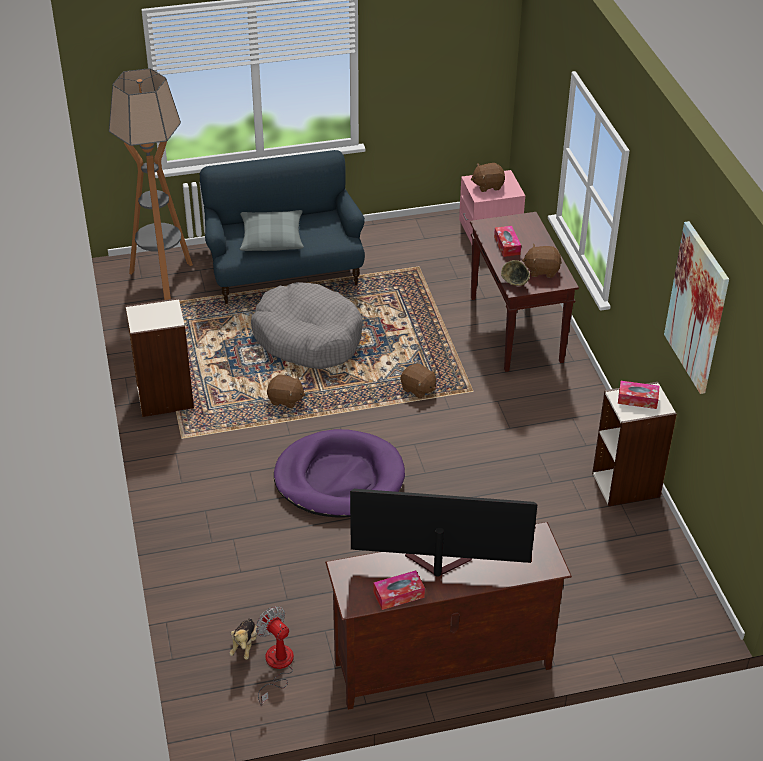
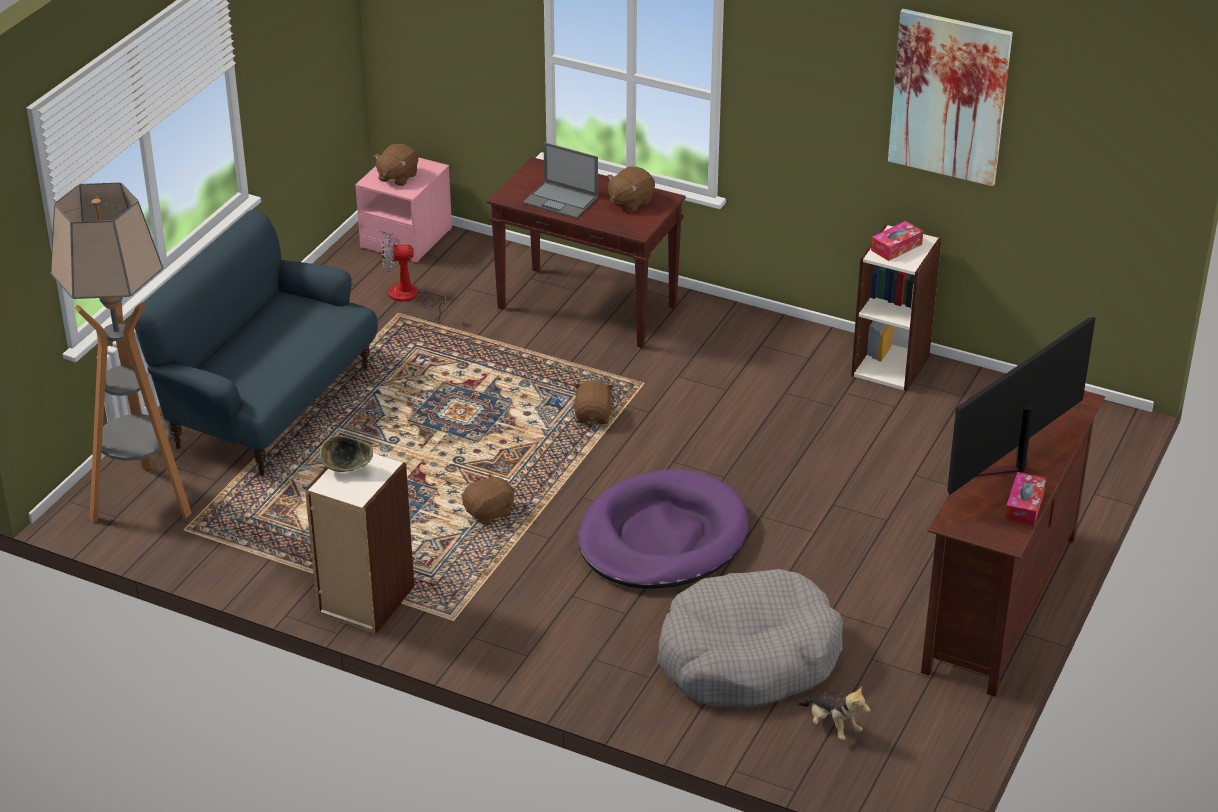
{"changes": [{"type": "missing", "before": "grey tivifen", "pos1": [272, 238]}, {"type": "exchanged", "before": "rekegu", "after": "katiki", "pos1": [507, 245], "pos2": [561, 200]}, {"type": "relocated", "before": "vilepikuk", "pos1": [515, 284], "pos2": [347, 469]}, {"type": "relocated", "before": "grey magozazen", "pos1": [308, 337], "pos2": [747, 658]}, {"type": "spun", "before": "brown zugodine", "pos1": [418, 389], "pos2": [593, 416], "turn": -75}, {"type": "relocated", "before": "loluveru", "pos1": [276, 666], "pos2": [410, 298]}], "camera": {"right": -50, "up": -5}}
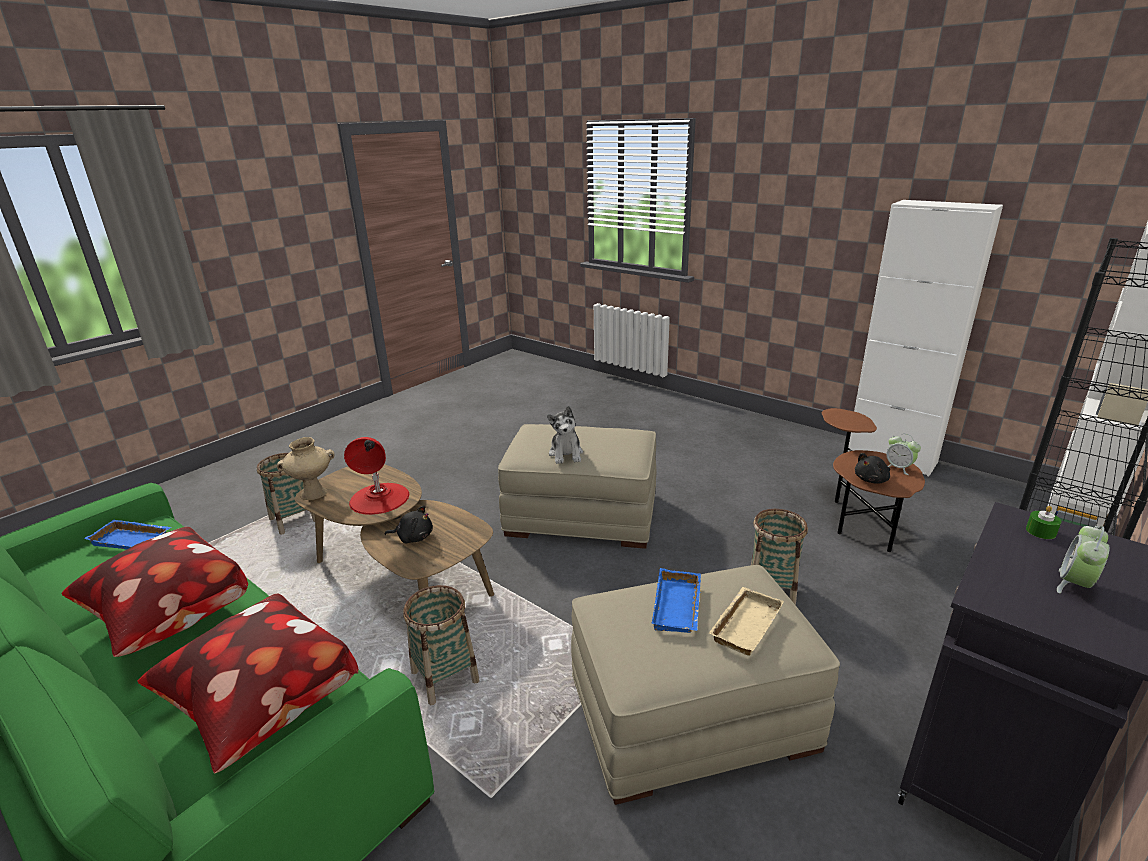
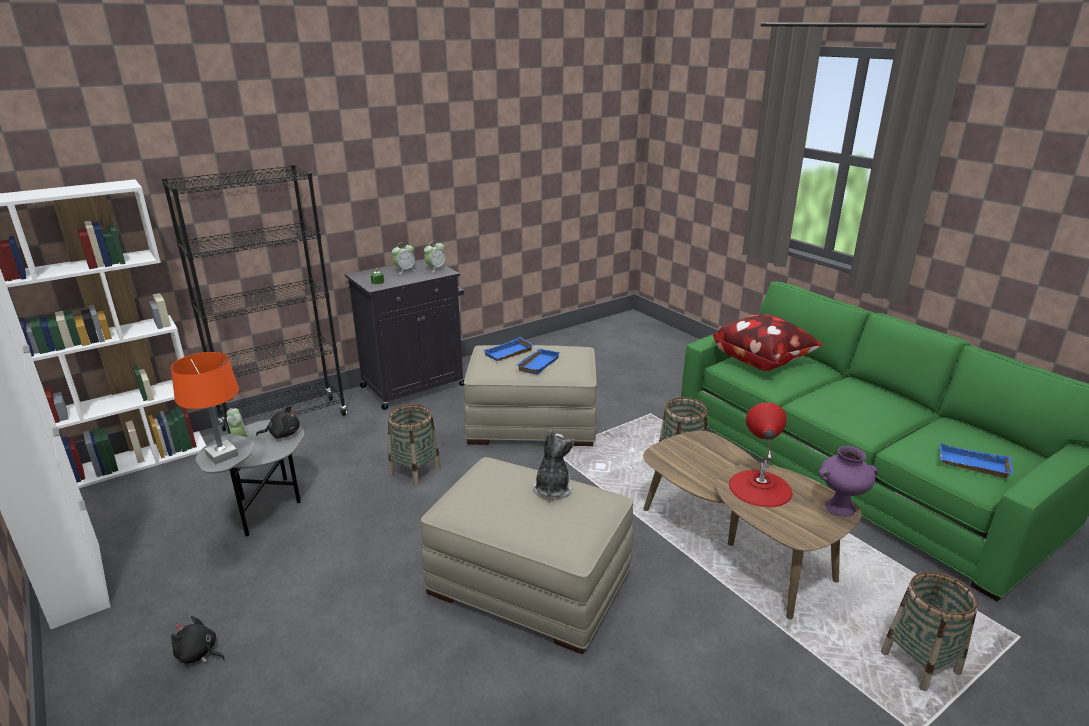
{"changes": [{"type": "colour", "before": "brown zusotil", "after": "grey zusotil", "pos1": [857, 522], "pos2": [265, 509]}, {"type": "colour", "before": "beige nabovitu", "after": "purple nabovitu", "pos1": [313, 494], "pos2": [840, 507]}, {"type": "relocated", "before": "black zugodine", "pos1": [413, 537], "pos2": [199, 654]}, {"type": "missing", "before": "tivifen", "pos1": [169, 620]}, {"type": "colour", "before": "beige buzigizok", "after": "blue buzigizok", "pos1": [744, 624], "pos2": [509, 354]}, {"type": "appeared", "after": "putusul", "pos2": [436, 268]}, {"type": "appeared", "after": "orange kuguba", "pos2": [222, 455]}], "camera": {"right": -165, "up": 0}}
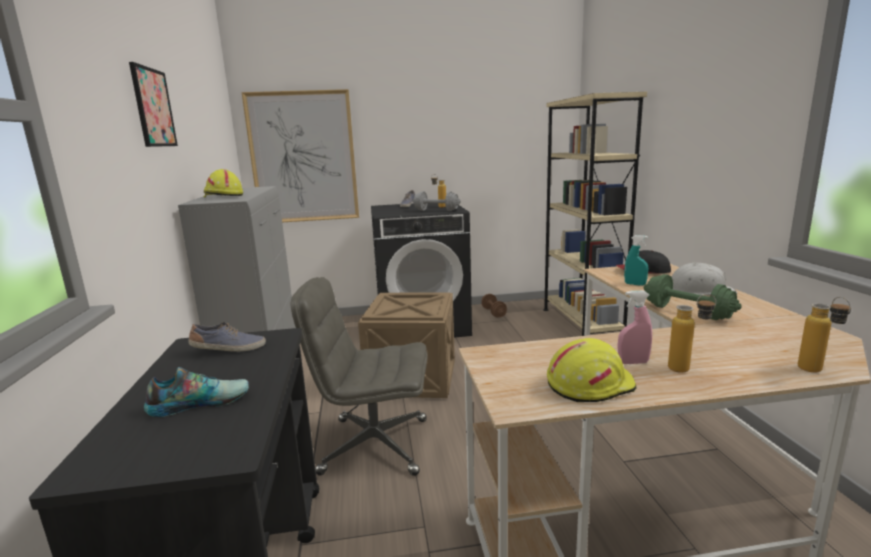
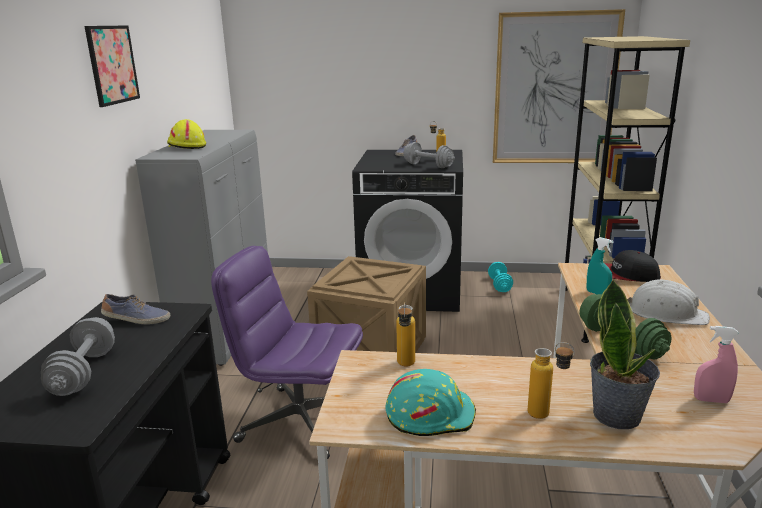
{"changes": [{"type": "relocated", "before": "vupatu", "pos1": [303, 157], "pos2": [554, 89]}, {"type": "colour", "before": "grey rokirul", "after": "purple rokirul", "pos1": [373, 446], "pos2": [299, 422]}, {"type": "relocated", "before": "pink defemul", "pos1": [633, 362], "pos2": [711, 400]}, {"type": "colour", "before": "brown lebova", "after": "turquoise lebova", "pos1": [493, 313], "pos2": [499, 285]}, {"type": "relocated", "before": "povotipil", "pos1": [817, 372], "pos2": [405, 366]}, {"type": "colour", "before": "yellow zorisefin", "after": "turquoise zorisefin", "pos1": [589, 384], "pos2": [430, 415]}, {"type": "exchanged", "before": "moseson", "after": "grey lebova", "pos1": [200, 402], "pos2": [84, 372]}, {"type": "appeared", "after": "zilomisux", "pos2": [617, 415]}], "camera": {"right": 15, "up": 5}}
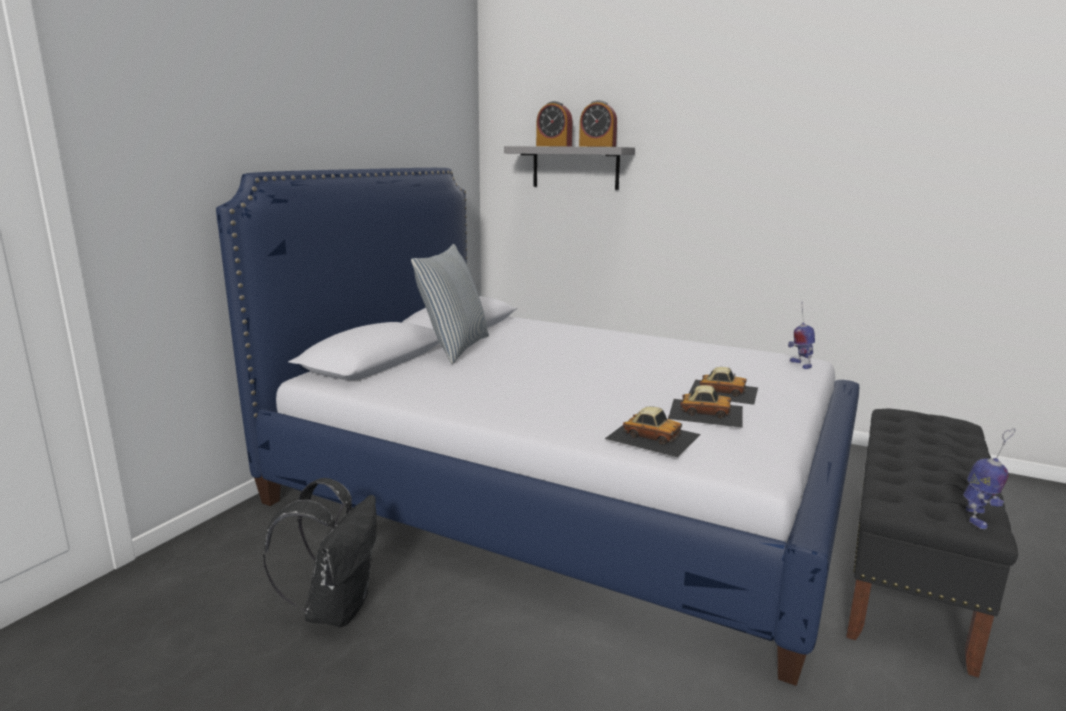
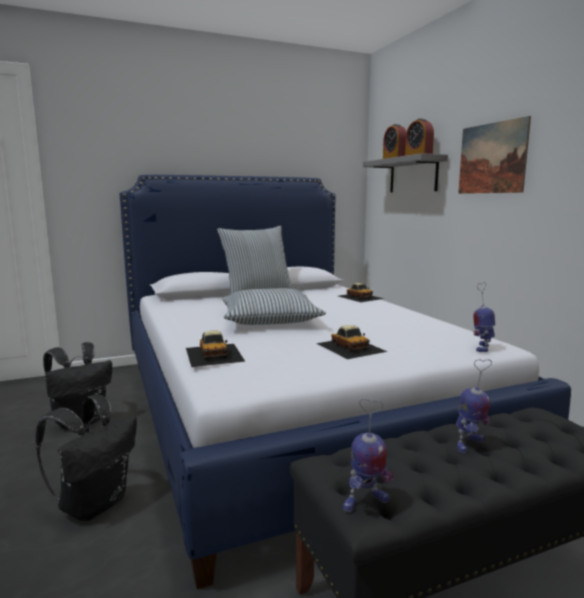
{"changes": [{"type": "relocated", "before": "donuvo", "pos1": [705, 412], "pos2": [360, 297]}, {"type": "appeared", "after": "vupatu", "pos2": [492, 158]}, {"type": "appeared", "after": "tivifen", "pos2": [269, 320]}, {"type": "appeared", "after": "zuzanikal", "pos2": [469, 445]}, {"type": "appeared", "after": "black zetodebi", "pos2": [94, 504]}], "camera": {"right": 40, "up": -5}}
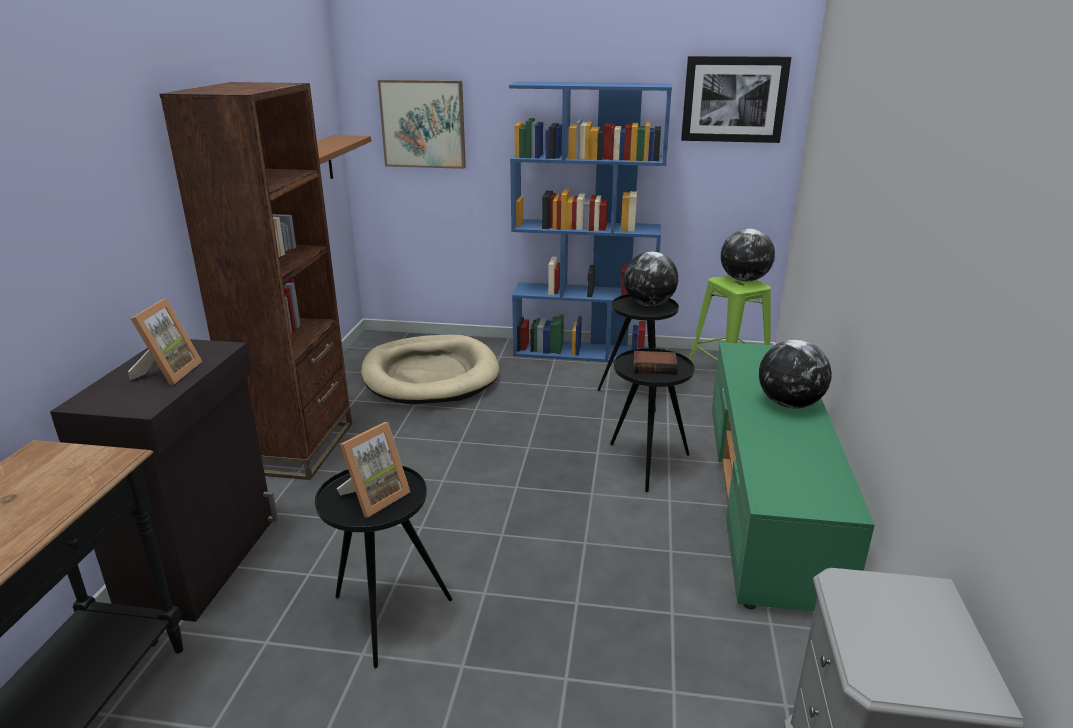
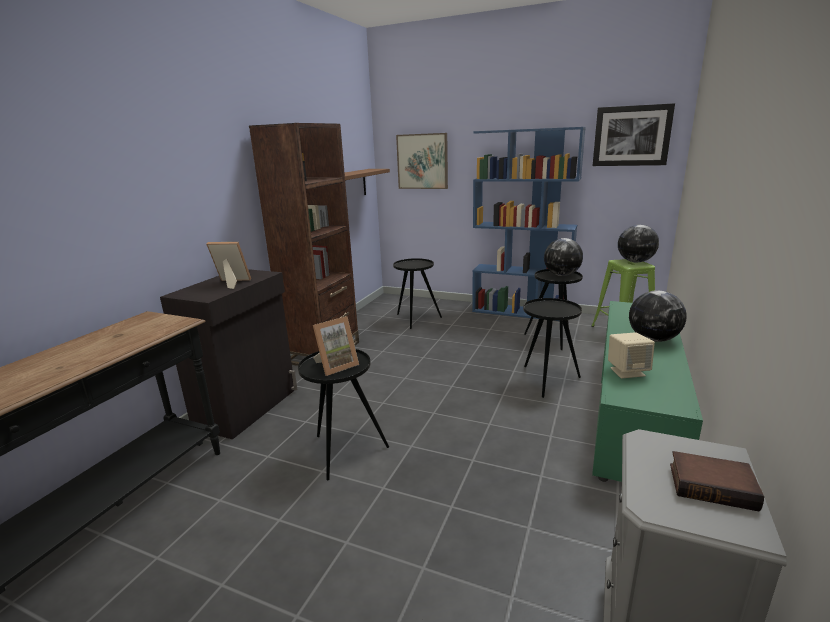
{"changes": [{"type": "spun", "before": "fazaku", "pos1": [168, 373], "pos2": [231, 283], "turn": -105}, {"type": "exchanged", "before": "beige magozazen", "after": "black zusotil", "pos1": [430, 375], "pos2": [415, 319]}, {"type": "relocated", "before": "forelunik", "pos1": [655, 366], "pos2": [712, 485]}, {"type": "appeared", "after": "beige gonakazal", "pos2": [627, 371]}], "camera": {"right": 15, "up": -5}}
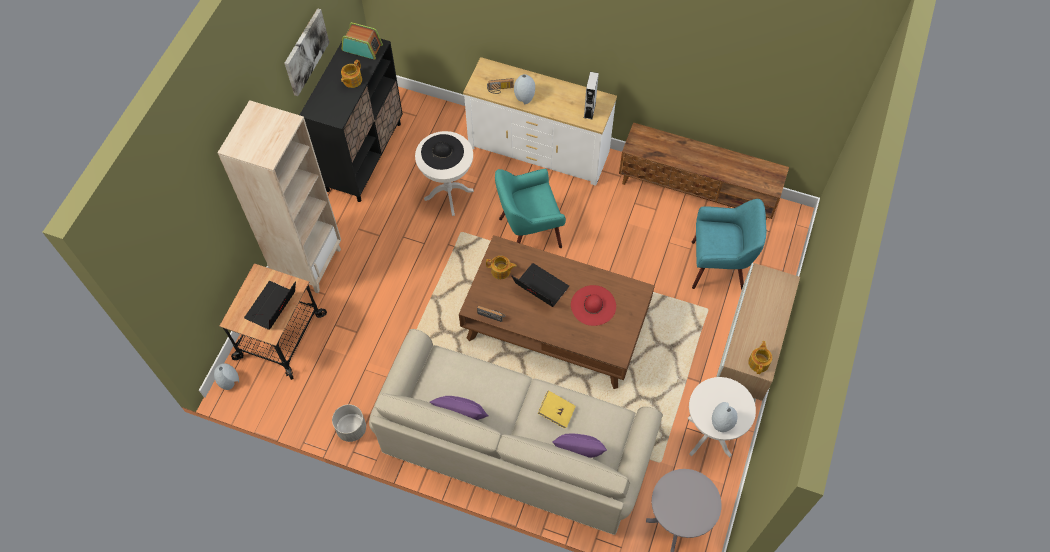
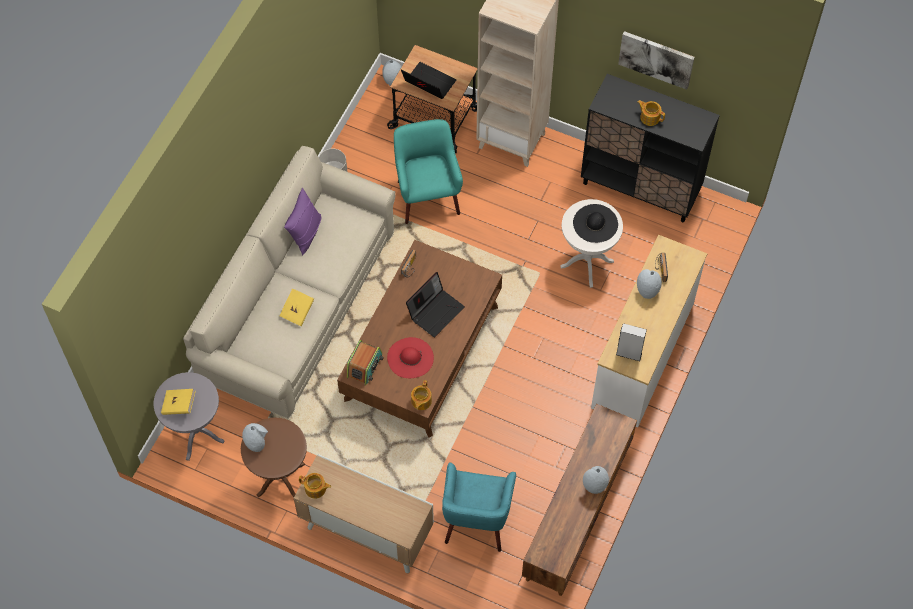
{"changes": [{"type": "relocated", "before": "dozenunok", "pos1": [362, 47], "pos2": [365, 366]}, {"type": "relocated", "before": "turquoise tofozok", "pos1": [529, 232], "pos2": [427, 196]}, {"type": "relocated", "before": "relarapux", "pos1": [501, 271], "pos2": [421, 401]}, {"type": "colour", "before": "white zusotil", "after": "brown zusotil", "pos1": [709, 436], "pos2": [281, 479]}, {"type": "missing", "before": "purple tivifen", "pos1": [578, 452]}, {"type": "appeared", "after": "yellow forelunik", "pos2": [179, 405]}, {"type": "appeared", "after": "grey nabovitu", "pos2": [594, 486]}], "camera": {"right": 95, "up": 0}}
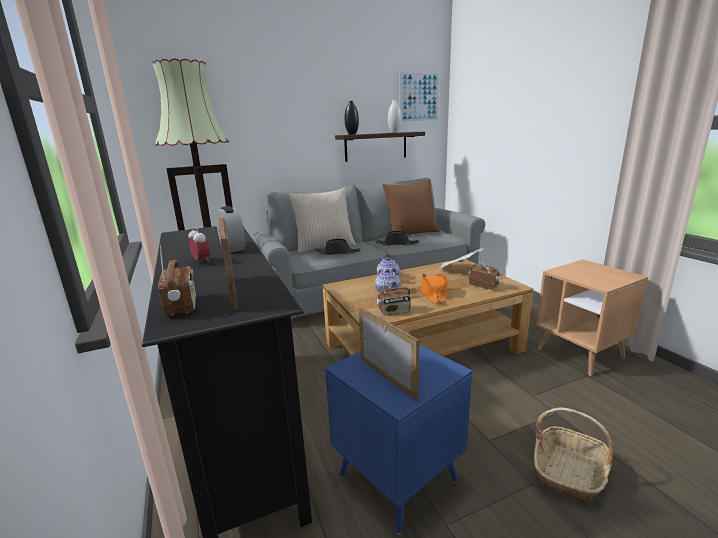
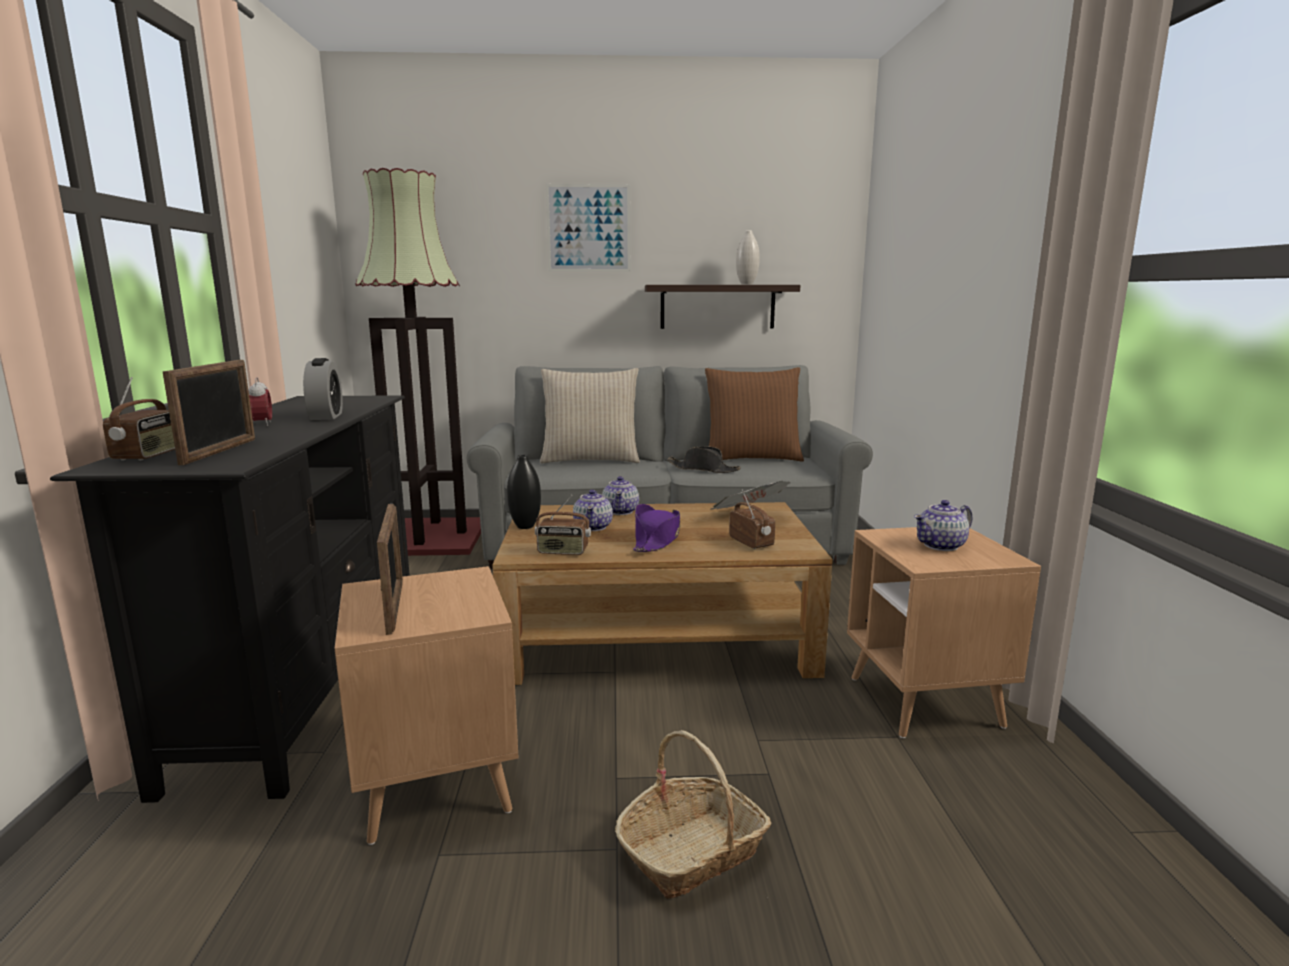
{"changes": [{"type": "relocated", "before": "vupatu", "pos1": [419, 97], "pos2": [588, 228]}, {"type": "relocated", "before": "black nabovitu", "pos1": [352, 134], "pos2": [525, 526]}, {"type": "missing", "before": "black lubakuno", "pos1": [337, 253]}, {"type": "colour", "before": "orange lubakuno", "after": "purple lubakuno", "pos1": [434, 293], "pos2": [657, 540]}, {"type": "colour", "before": "blue zusotil", "after": "brown zusotil", "pos1": [398, 478], "pos2": [436, 784]}, {"type": "appeared", "after": "relarapux", "pos2": [941, 545]}], "camera": {"right": 20, "up": -5}}
